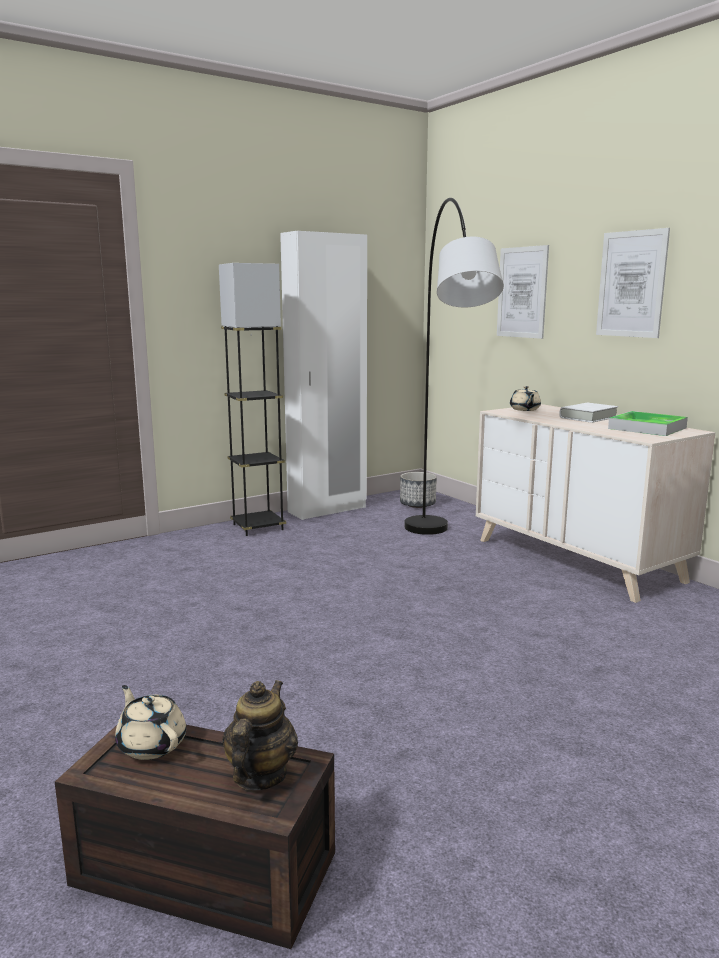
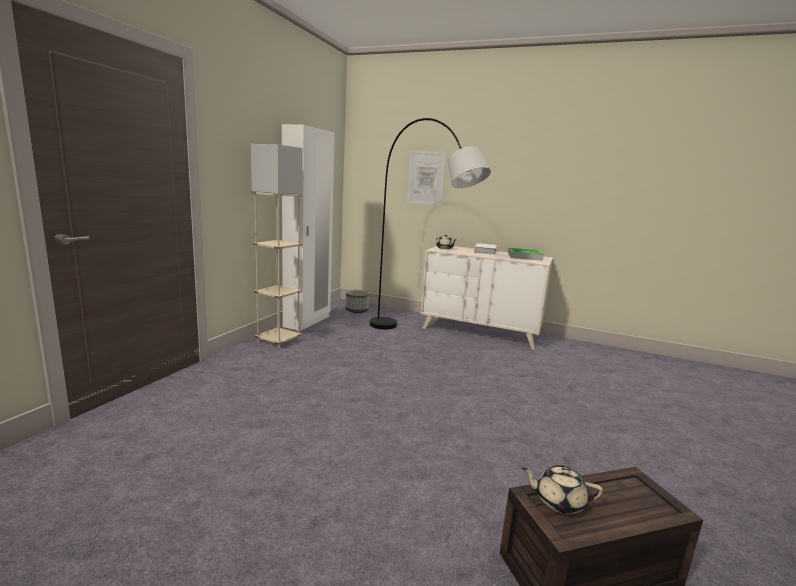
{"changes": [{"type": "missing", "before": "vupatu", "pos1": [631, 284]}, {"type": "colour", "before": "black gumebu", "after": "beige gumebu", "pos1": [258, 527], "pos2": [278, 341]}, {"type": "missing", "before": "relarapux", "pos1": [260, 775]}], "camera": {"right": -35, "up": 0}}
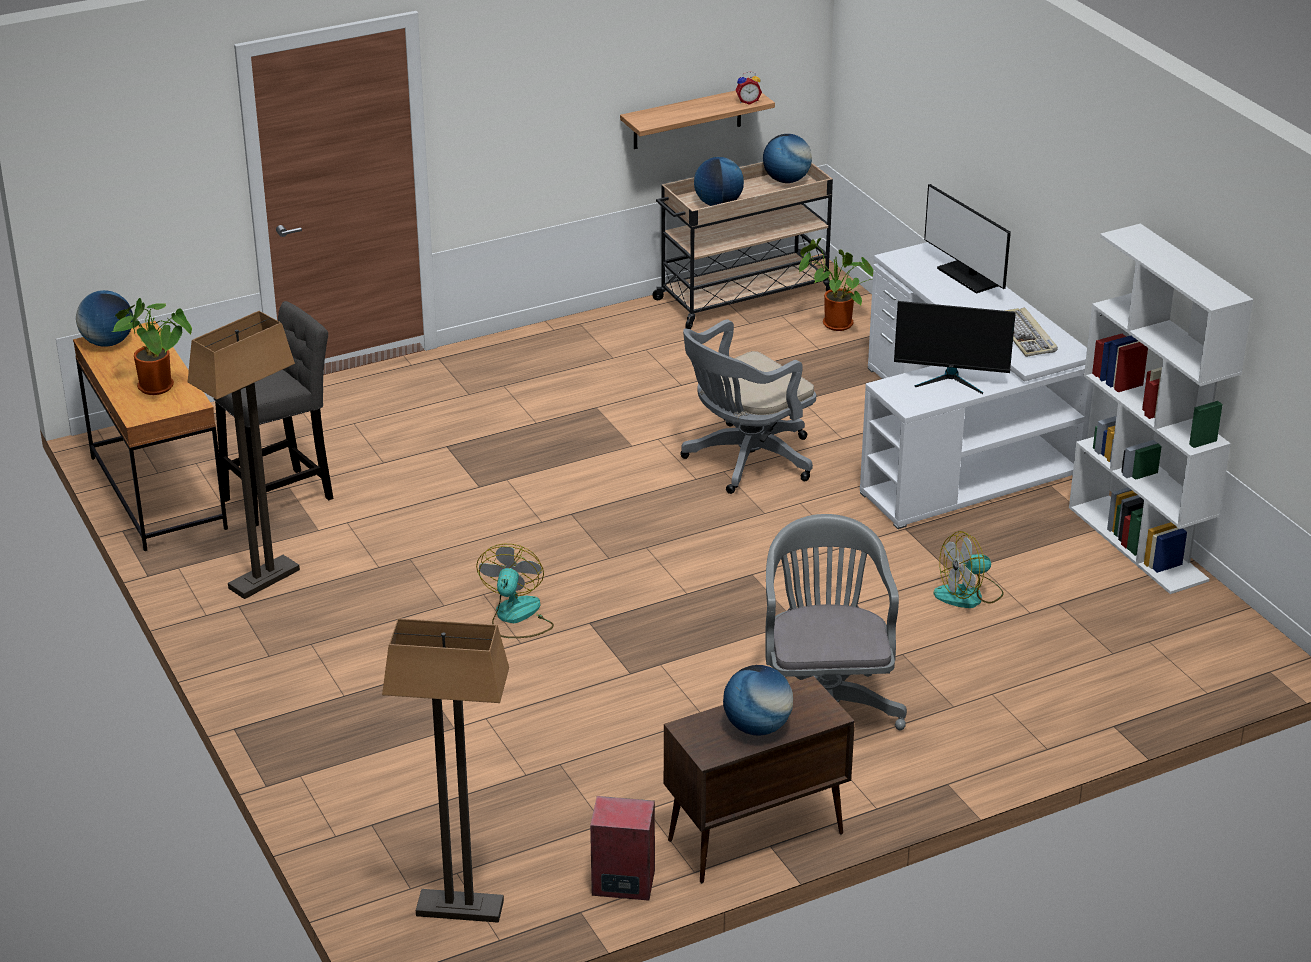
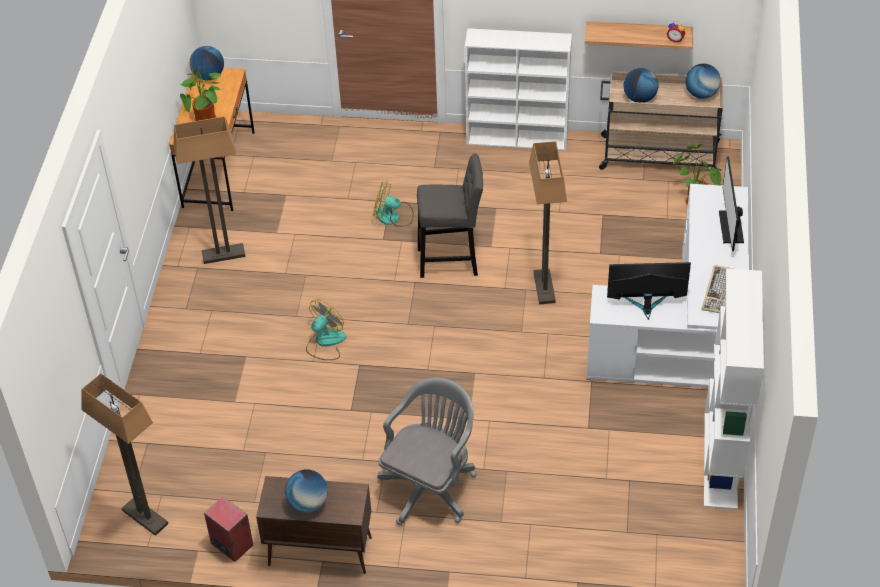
{"changes": [{"type": "relocated", "before": "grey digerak", "pos1": [283, 496], "pos2": [451, 261]}, {"type": "spun", "before": "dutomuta", "pos1": [951, 380], "pos2": [646, 305], "turn": 135}, {"type": "exchanged", "before": "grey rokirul", "after": "gumebu", "pos1": [744, 461], "pos2": [544, 287]}, {"type": "relocated", "before": "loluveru", "pos1": [969, 595], "pos2": [393, 216]}, {"type": "appeared", "after": "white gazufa", "pos2": [518, 138]}], "camera": {"right": 35, "up": 15}}
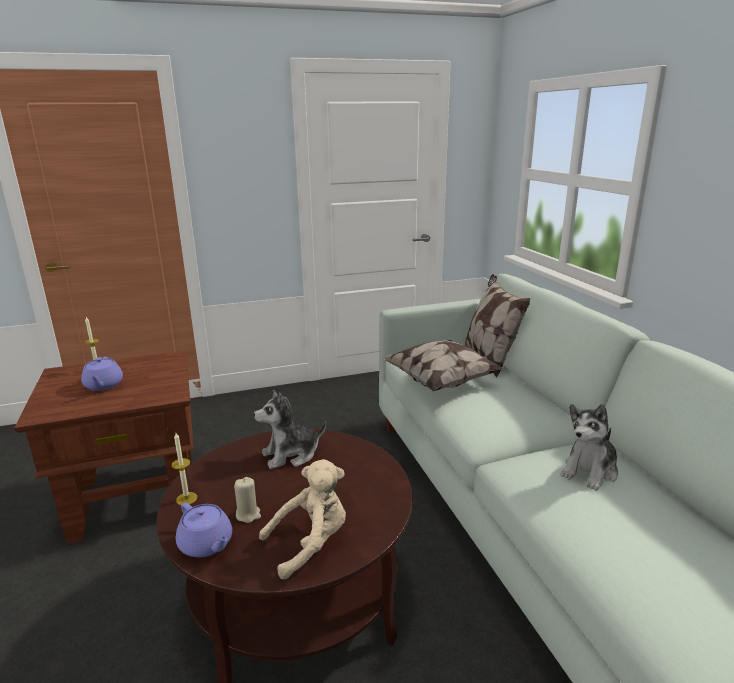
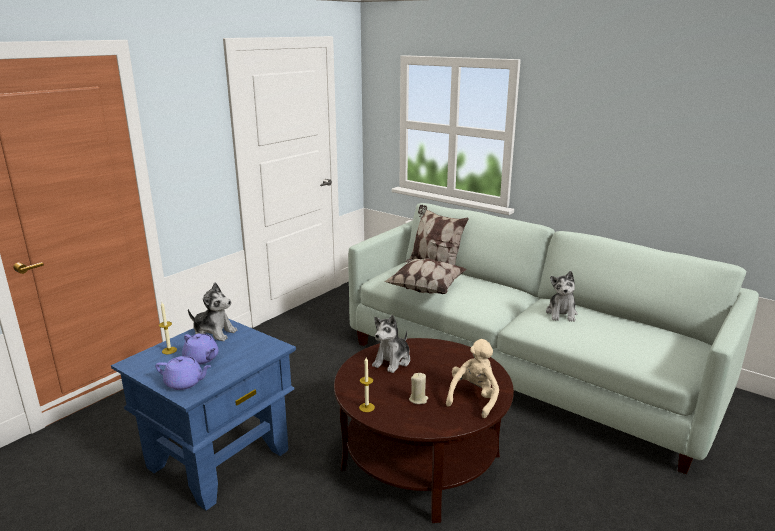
{"changes": [{"type": "colour", "before": "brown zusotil", "after": "blue zusotil", "pos1": [136, 498], "pos2": [219, 459]}, {"type": "relocated", "before": "purple relarapux", "pos1": [206, 544], "pos2": [185, 383]}, {"type": "appeared", "after": "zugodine", "pos2": [214, 333]}], "camera": {"right": -35, "up": 0}}
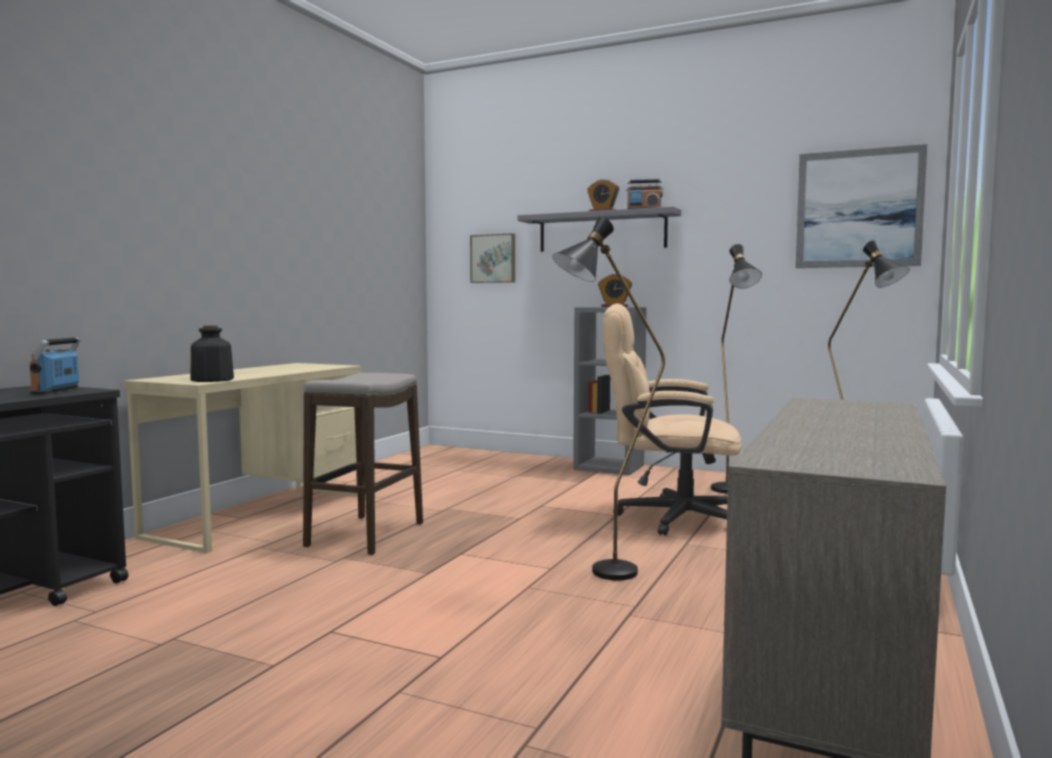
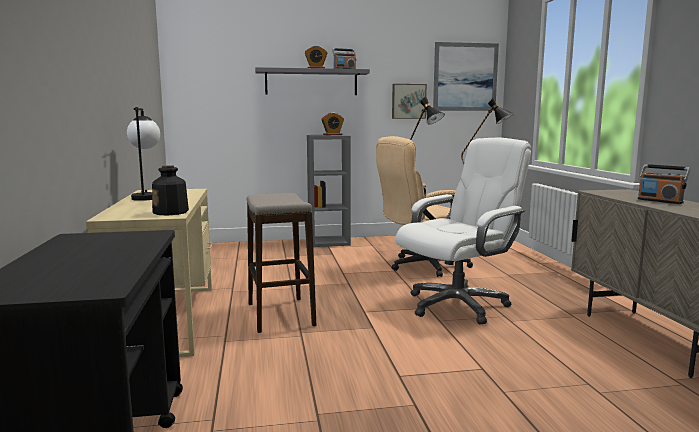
{"changes": [{"type": "exchanged", "before": "black gumebu", "after": "white rokirul", "pos1": [600, 575], "pos2": [457, 305]}, {"type": "relocated", "before": "vupatu", "pos1": [493, 258], "pos2": [408, 101]}, {"type": "relocated", "before": "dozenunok", "pos1": [56, 391], "pos2": [660, 201]}, {"type": "appeared", "after": "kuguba", "pos2": [146, 197]}], "camera": {"right": -35, "up": 5}}
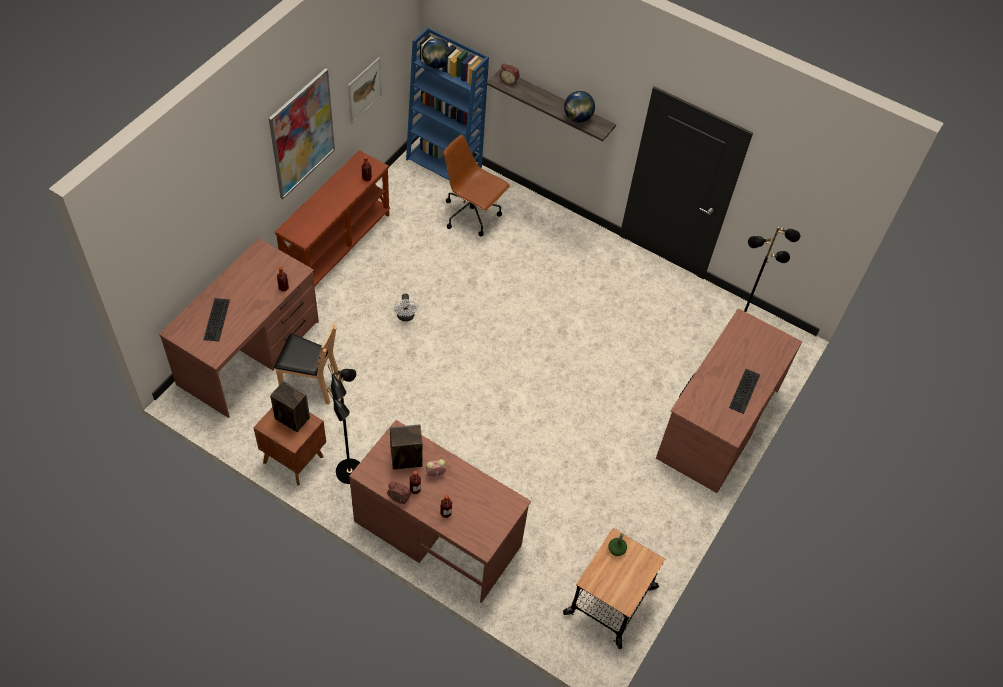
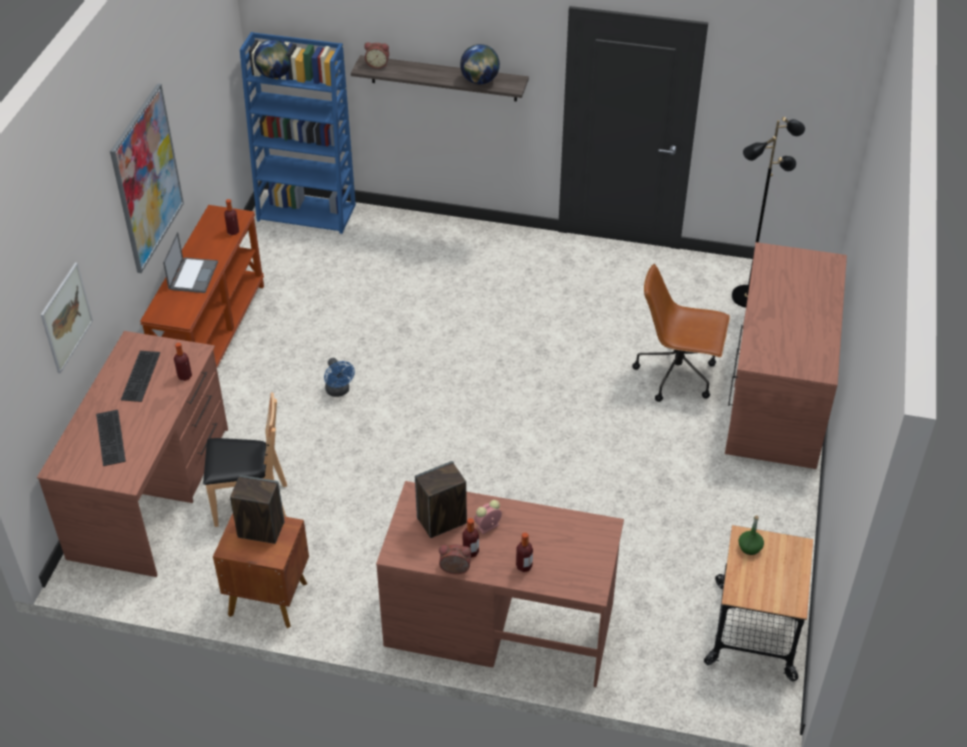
{"changes": [{"type": "relocated", "before": "vupatu", "pos1": [364, 90], "pos2": [66, 317]}, {"type": "relocated", "before": "brown rokirul", "pos1": [472, 215], "pos2": [677, 375]}, {"type": "colour", "before": "white loluveru", "after": "blue loluveru", "pos1": [406, 317], "pos2": [339, 391]}, {"type": "missing", "before": "black gumebu", "pos1": [350, 472]}, {"type": "relocated", "before": "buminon", "pos1": [745, 392], "pos2": [142, 376]}, {"type": "appeared", "after": "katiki", "pos2": [193, 275]}], "camera": {"right": -15, "up": -10}}
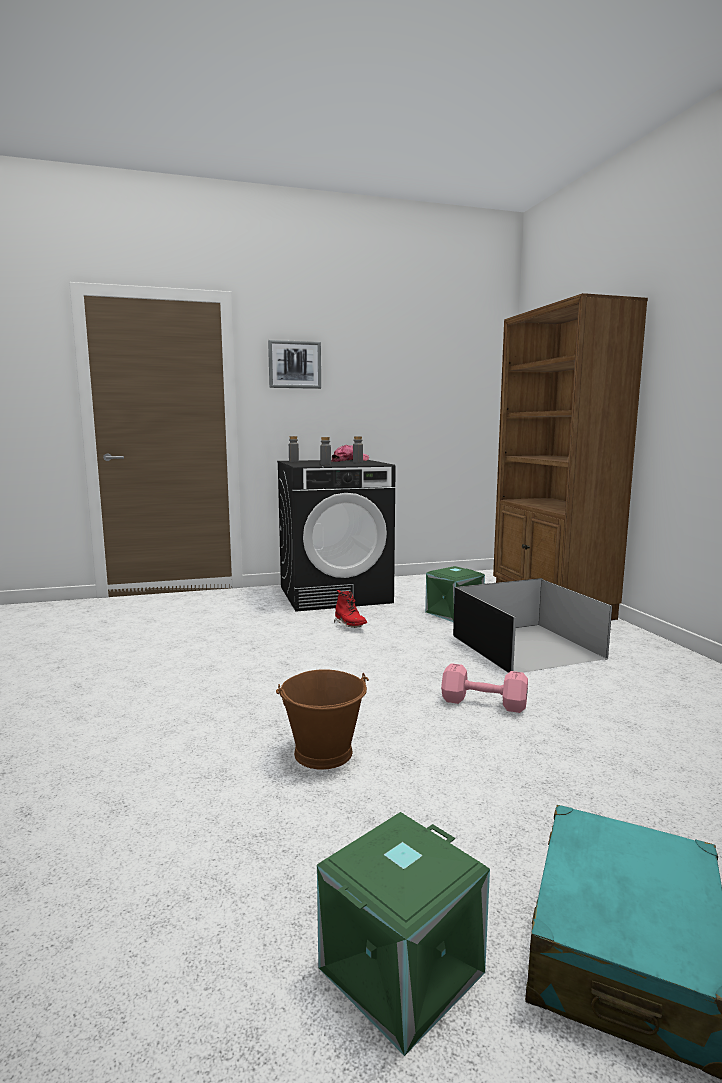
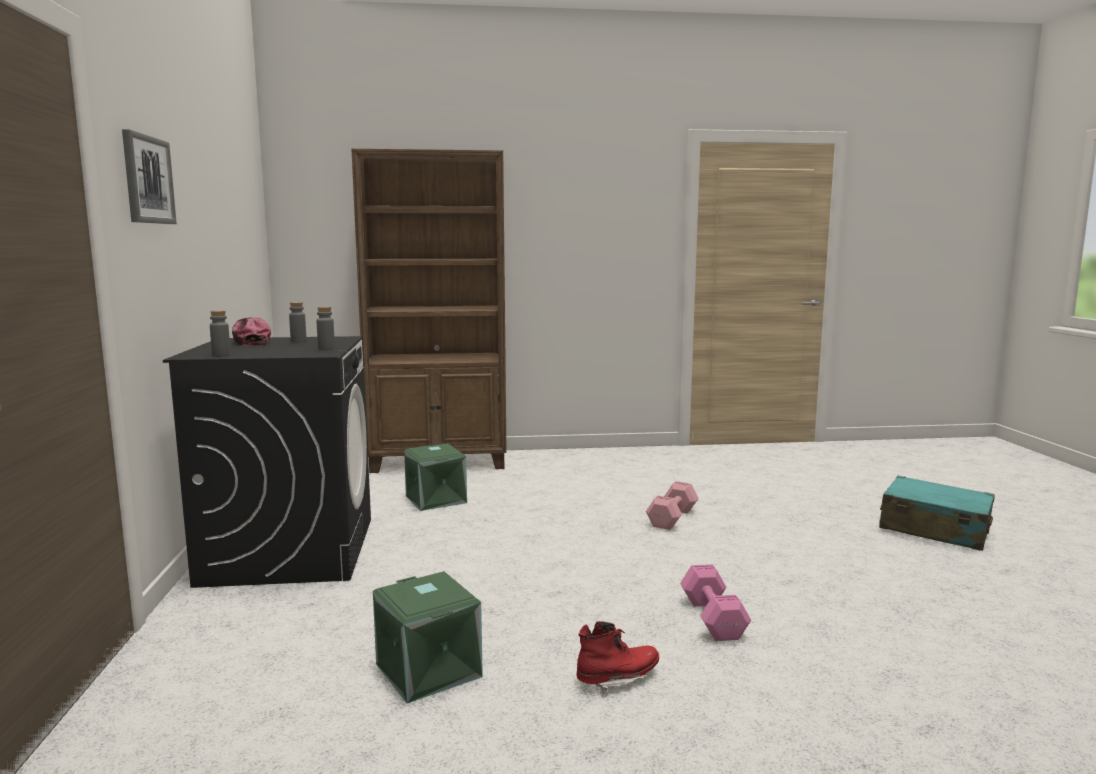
{"changes": [{"type": "missing", "before": "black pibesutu", "pos1": [525, 647]}, {"type": "relocated", "before": "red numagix", "pos1": [350, 625], "pos2": [617, 679]}, {"type": "missing", "before": "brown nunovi", "pos1": [324, 753]}, {"type": "relocated", "before": "green pibesutu", "pos1": [402, 972], "pos2": [430, 670]}, {"type": "appeared", "after": "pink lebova", "pos2": [712, 620]}], "camera": {"right": -80, "up": 0}}
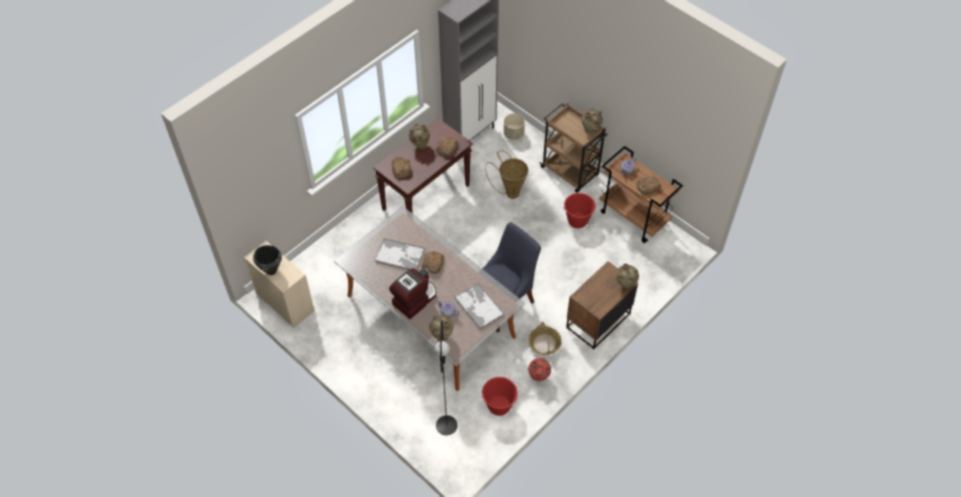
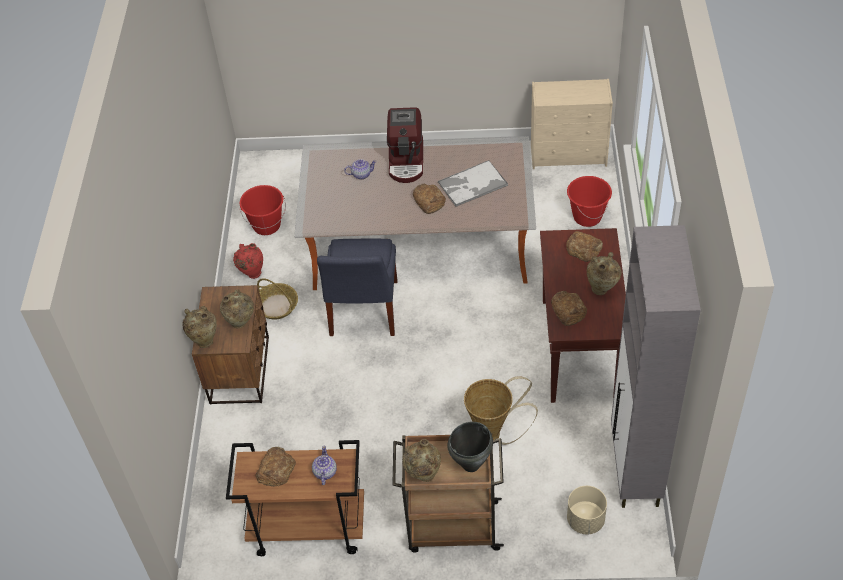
{"changes": [{"type": "relocated", "before": "red nunovi", "pos1": [577, 221], "pos2": [587, 217]}, {"type": "relocated", "before": "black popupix", "pos1": [271, 270], "pos2": [471, 464]}, {"type": "missing", "before": "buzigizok", "pos1": [478, 306]}, {"type": "relocated", "before": "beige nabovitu", "pos1": [442, 336], "pos2": [241, 324]}, {"type": "missing", "before": "black gumebu", "pos1": [446, 425]}], "camera": {"right": 140, "up": -5}}
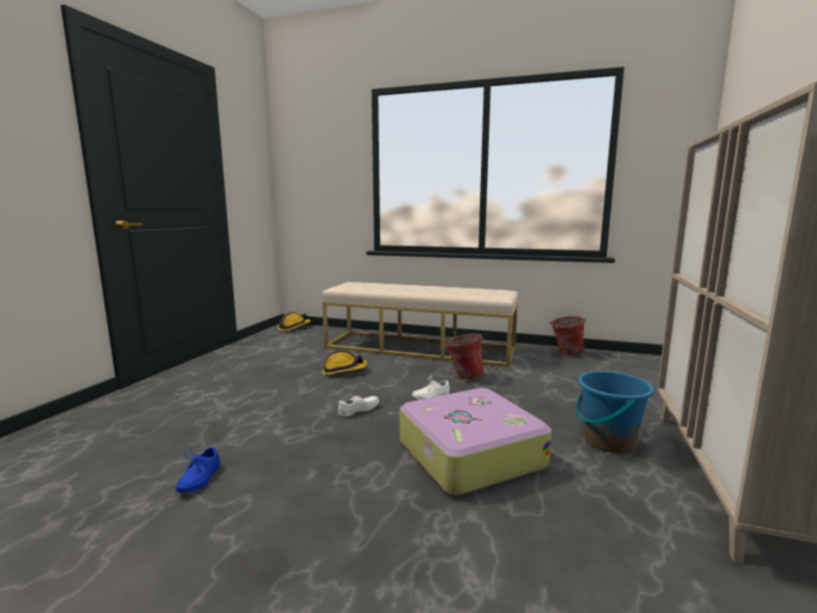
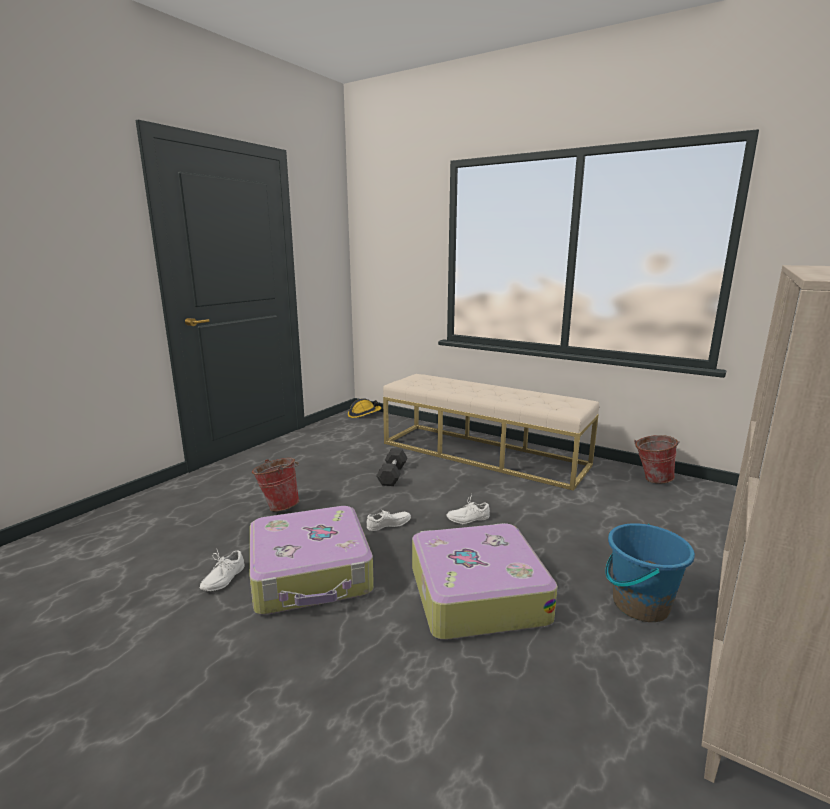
{"changes": [{"type": "relocated", "before": "nunovi", "pos1": [463, 376], "pos2": [279, 505]}, {"type": "exchanged", "before": "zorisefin", "after": "black lebova", "pos1": [343, 371], "pos2": [392, 475]}, {"type": "colour", "before": "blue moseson", "after": "white moseson", "pos1": [197, 479], "pos2": [222, 579]}, {"type": "appeared", "after": "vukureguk", "pos2": [311, 573]}], "camera": {"right": 15, "up": 5}}
